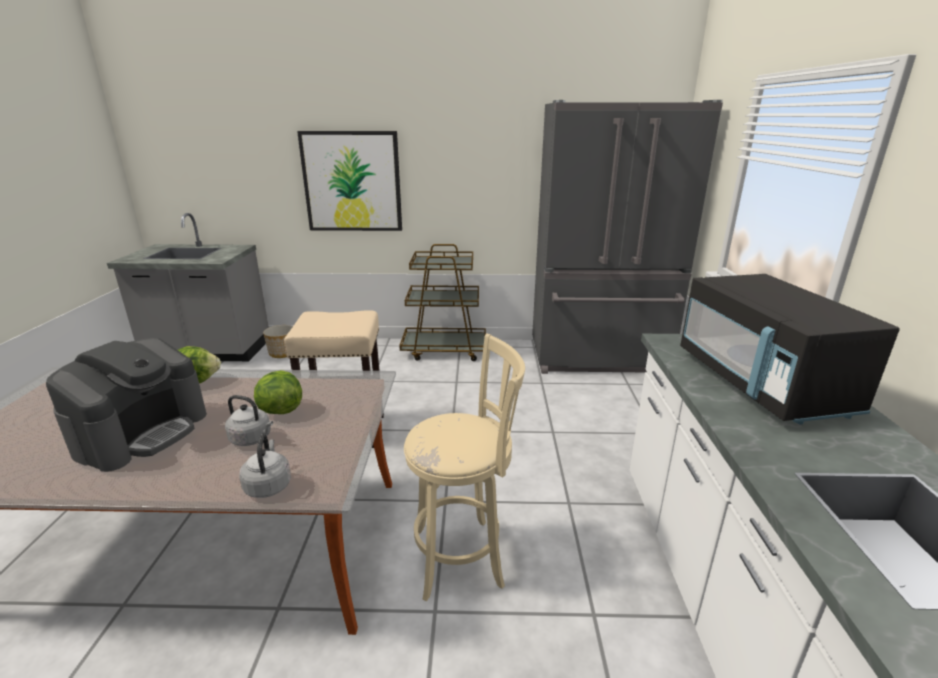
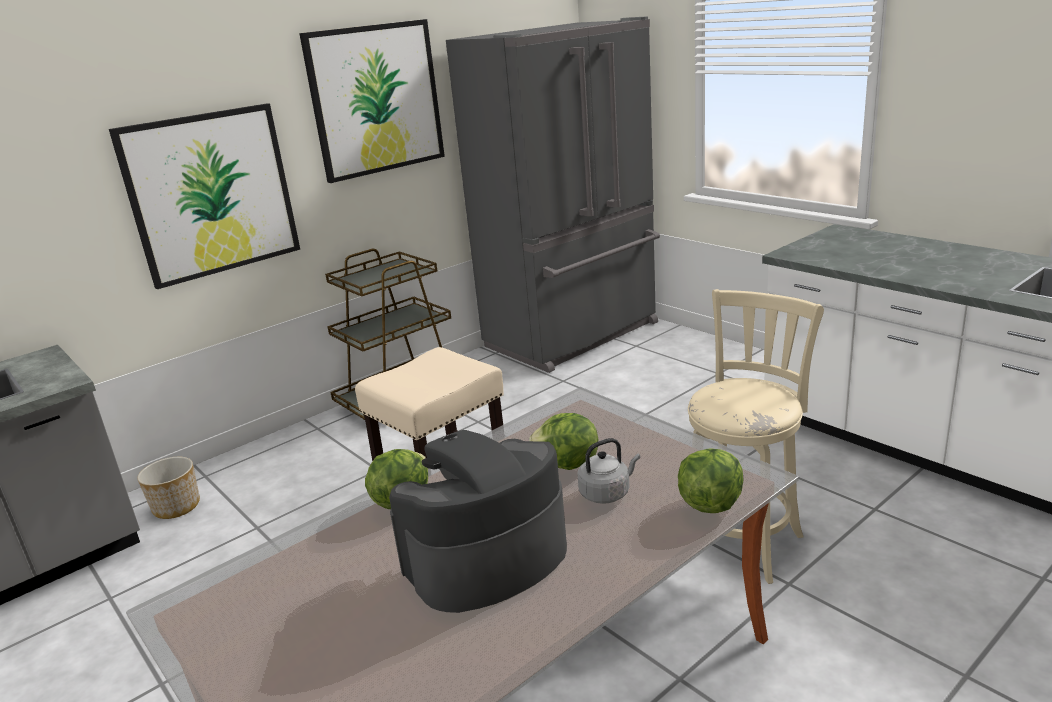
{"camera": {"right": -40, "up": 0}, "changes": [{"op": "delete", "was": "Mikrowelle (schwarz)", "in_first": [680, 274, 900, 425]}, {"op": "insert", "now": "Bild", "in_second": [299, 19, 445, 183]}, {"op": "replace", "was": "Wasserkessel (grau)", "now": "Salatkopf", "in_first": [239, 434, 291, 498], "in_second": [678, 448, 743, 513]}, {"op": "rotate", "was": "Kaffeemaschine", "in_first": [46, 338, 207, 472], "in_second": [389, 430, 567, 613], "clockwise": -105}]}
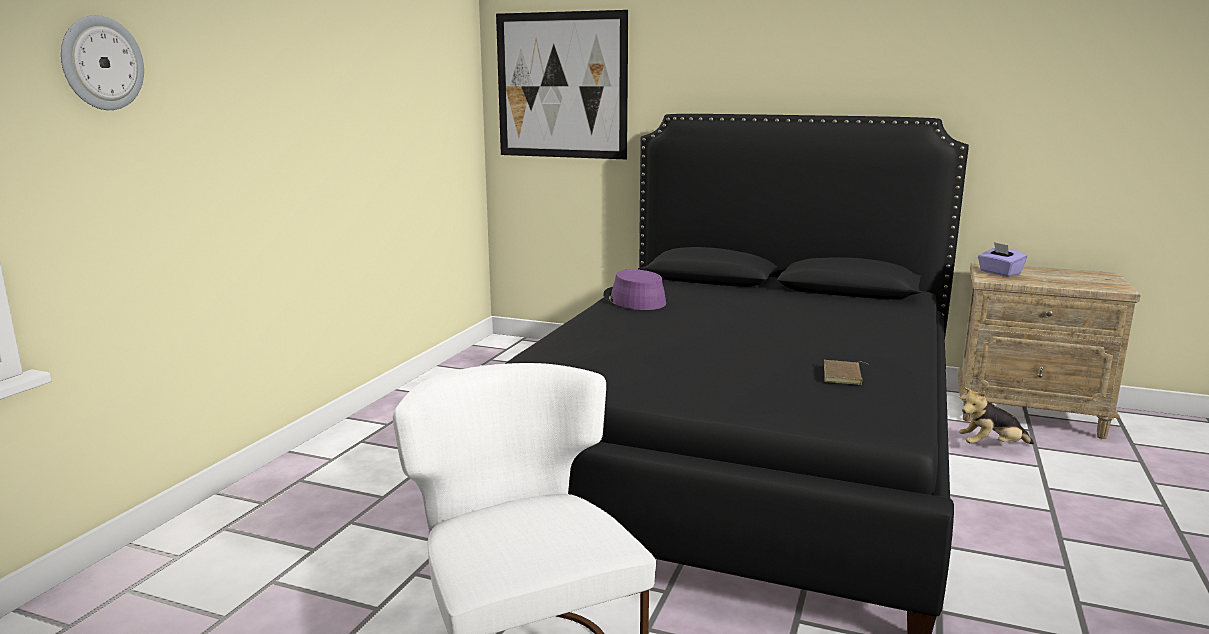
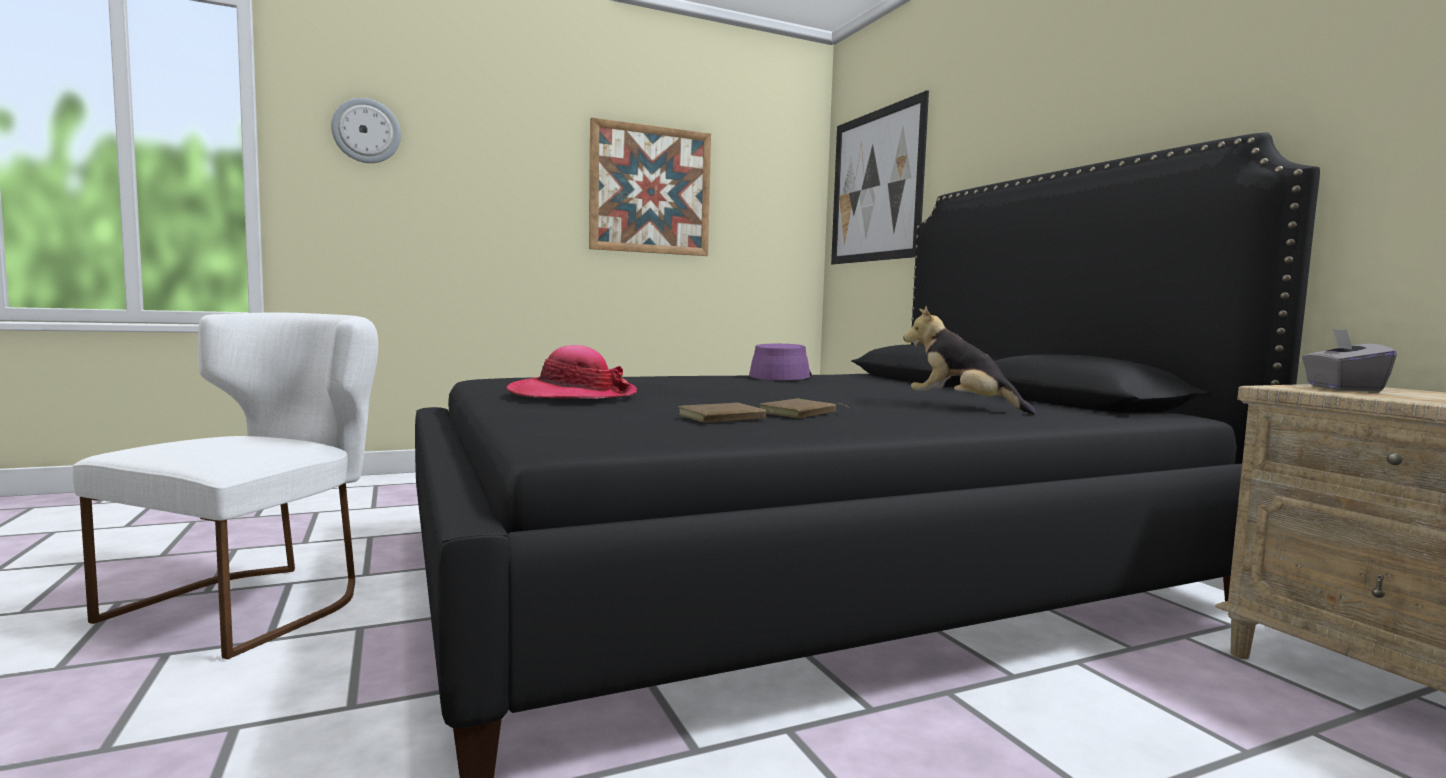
{"camera": {"right": 45, "up": -10}, "changes": [{"op": "insert", "now": "Hut", "in_second": [506, 345, 637, 399]}, {"op": "insert", "now": "Bild", "in_second": [589, 117, 711, 256]}, {"op": "insert", "now": "Buch (braun)", "in_second": [760, 399, 849, 418]}, {"op": "move", "was": "Plüschtier", "in_first": [959, 387, 1034, 444], "in_second": [903, 306, 1036, 414]}, {"op": "recolor", "was": "Taschentuchbox (lila)", "now": "Taschentuchbox (grau)", "in_first": [978, 242, 1027, 277], "in_second": [1302, 329, 1397, 391]}]}
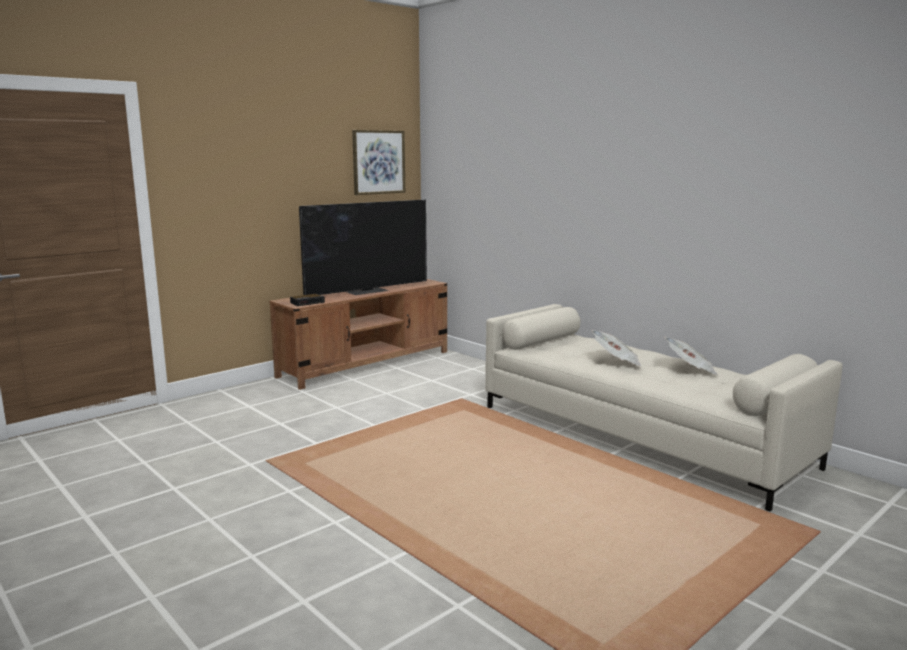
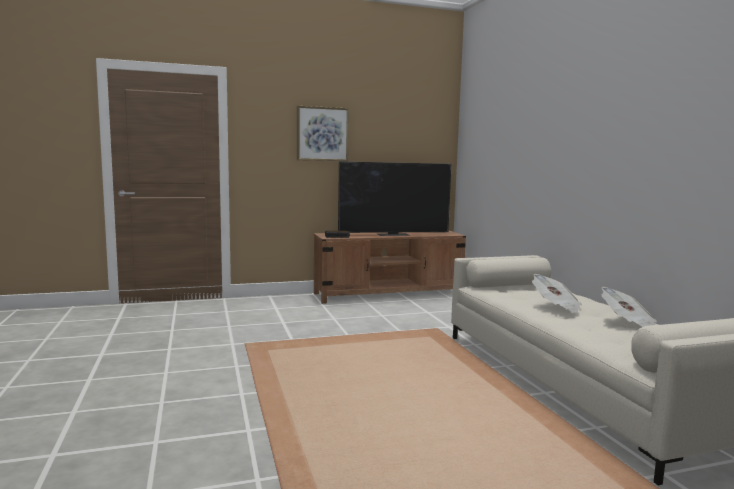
{"camera": {"right": 25, "up": -5}, "changes": [{"op": "move", "was": "Bild", "in_first": [352, 130, 405, 195], "in_second": [297, 106, 349, 161]}]}
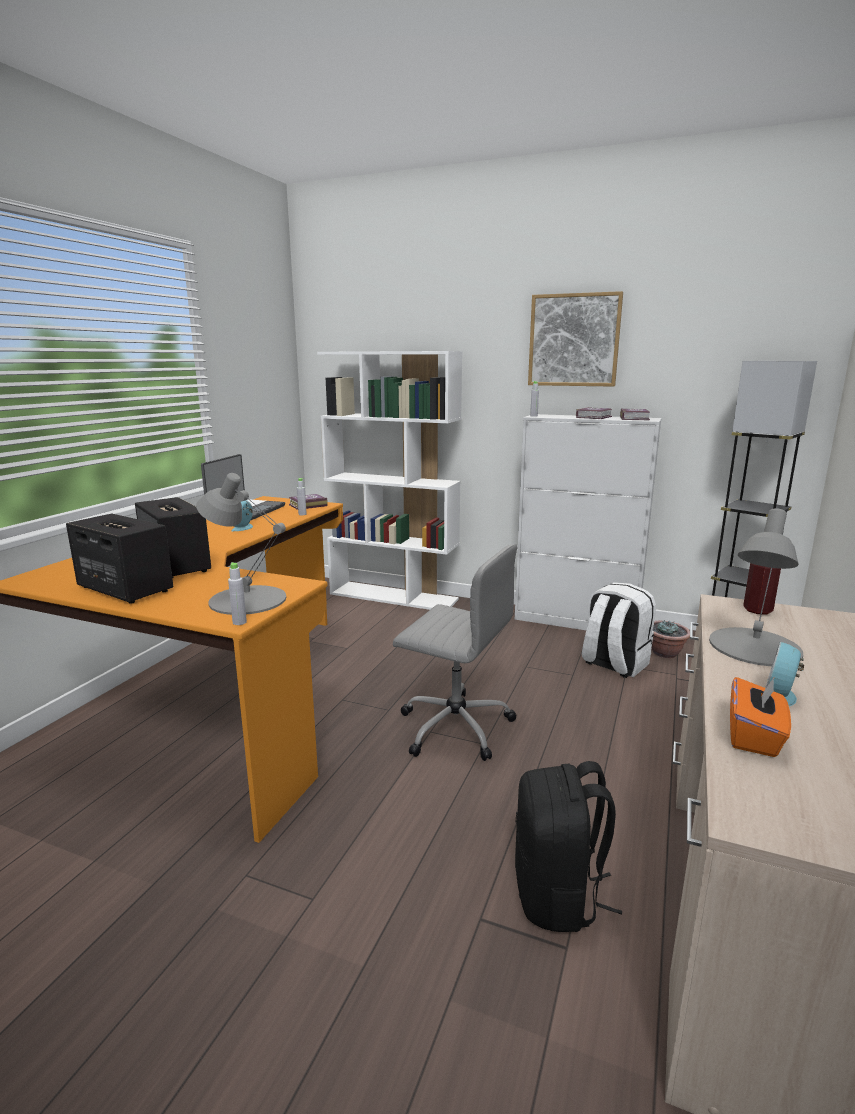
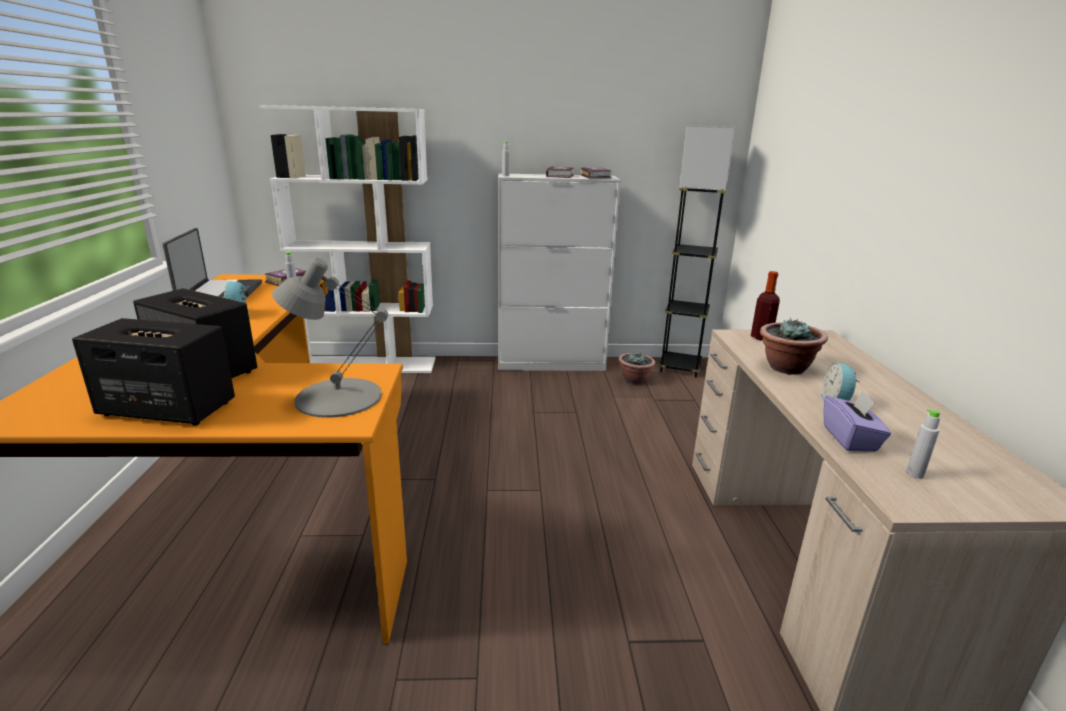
{"camera": {"right": -25, "up": 5}, "changes": [{"op": "delete", "was": "Bürostuhl (grau)", "in_first": [393, 544, 518, 761]}, {"op": "delete", "was": "Rucksack (schwarz)", "in_first": [515, 761, 622, 932]}, {"op": "delete", "was": "Bild", "in_first": [528, 291, 623, 387]}, {"op": "delete", "was": "Rucksack (weiß)", "in_first": [582, 582, 656, 678]}, {"op": "move", "was": "Flasche (grau)", "in_first": [228, 562, 247, 625], "in_second": [906, 409, 940, 479]}, {"op": "replace", "was": "Tischlampe (grau)", "now": "Topfpflanze", "in_first": [709, 508, 803, 666], "in_second": [760, 318, 828, 375]}, {"op": "recolor", "was": "Taschentuchbox (orange)", "now": "Taschentuchbox (lila)", "in_first": [730, 676, 791, 757], "in_second": [823, 391, 891, 452]}]}
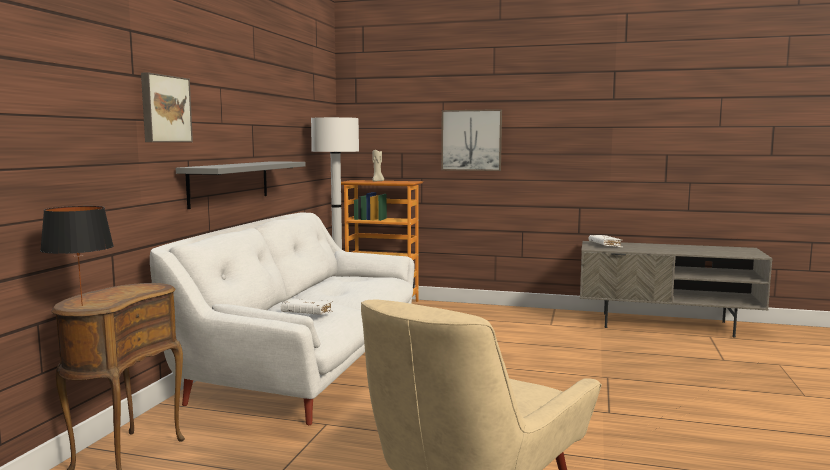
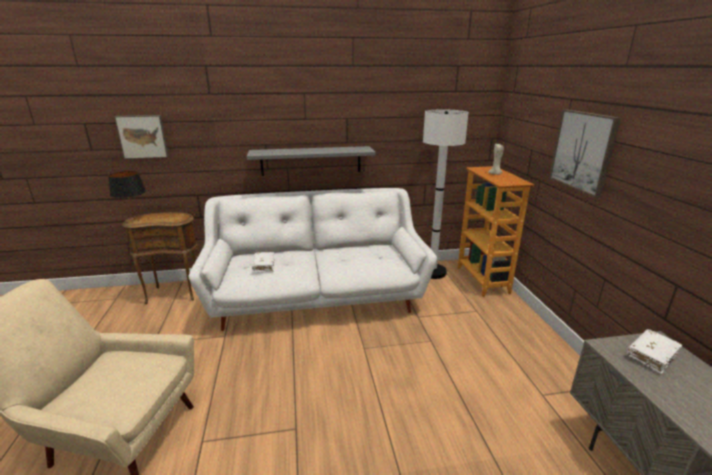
{"camera": {"right": 65, "up": 15}, "changes": [{"op": "move", "was": "Bild", "in_first": [141, 72, 193, 142], "in_second": [114, 115, 169, 159]}]}
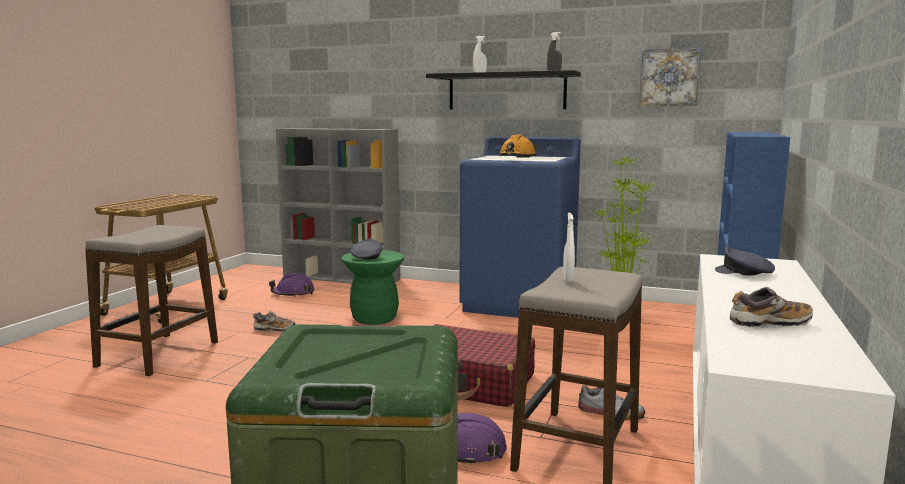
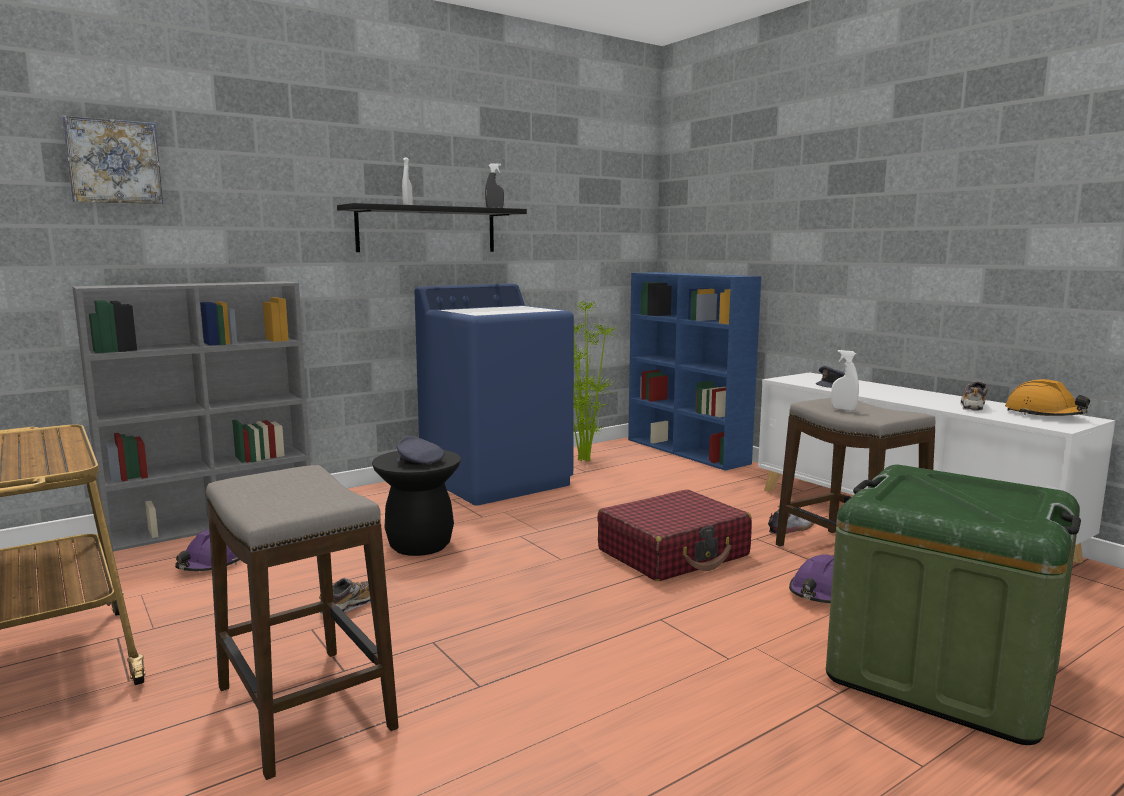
{"camera": {"right": -55, "up": 0}, "changes": [{"op": "move", "was": "Schutzhelm (orange)", "in_first": [498, 134, 537, 158], "in_second": [1005, 379, 1090, 416]}, {"op": "move", "was": "Bild", "in_first": [639, 48, 701, 106], "in_second": [62, 115, 163, 204]}, {"op": "recolor", "was": "Hocker (grün)", "now": "Hocker (schwarz)", "in_first": [341, 250, 405, 325], "in_second": [372, 450, 461, 556]}]}
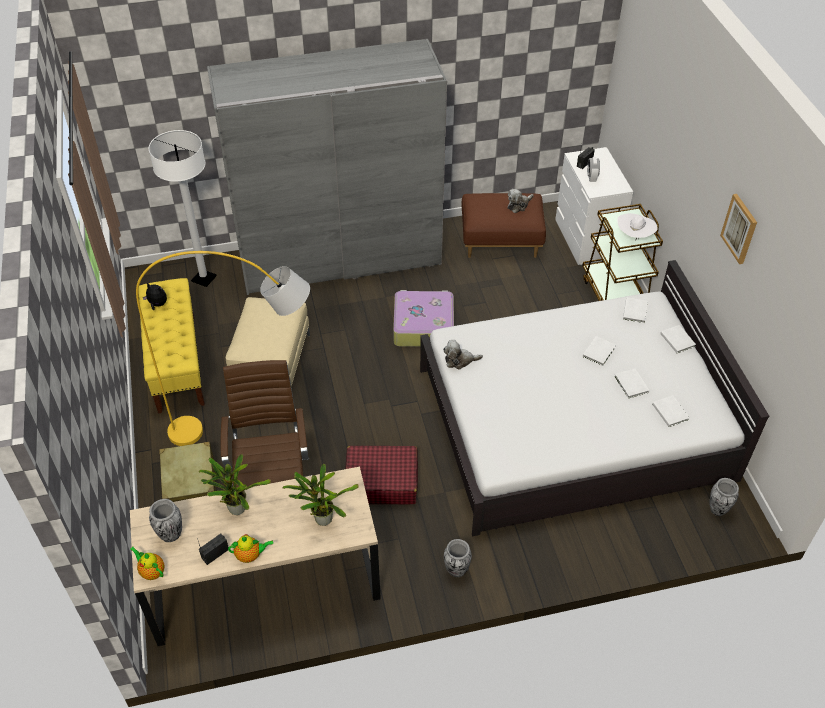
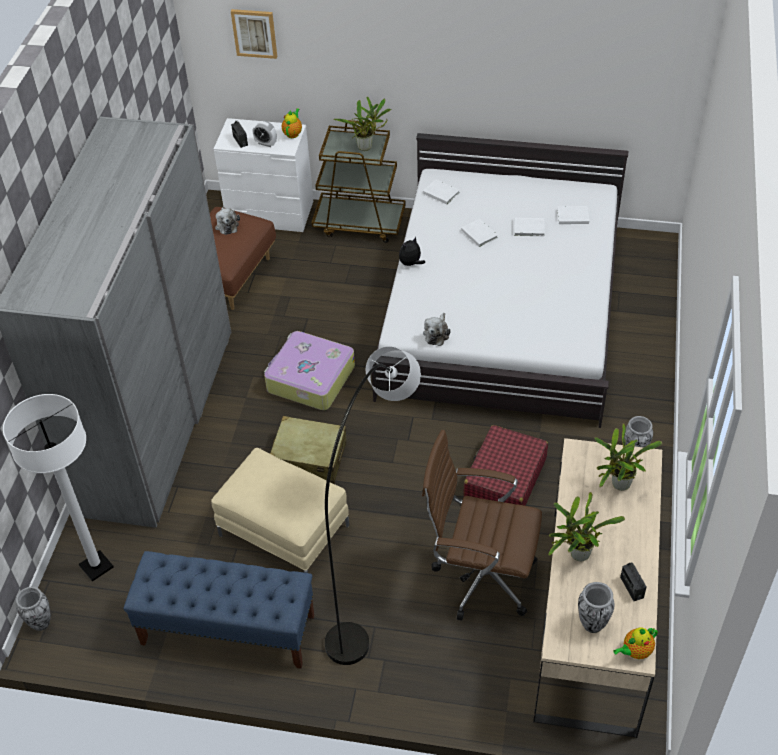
{"camera": {"right": -65, "up": 0}, "changes": [{"op": "delete", "was": "Buch (weiß)", "in_first": [660, 325, 696, 353]}, {"op": "move", "was": "Plüschtier", "in_first": [143, 283, 167, 310], "in_second": [399, 236, 425, 266]}, {"op": "move", "was": "Koffer (beige)", "in_first": [159, 442, 216, 502], "in_second": [270, 416, 346, 484]}, {"op": "move", "was": "Teekanne", "in_first": [228, 534, 273, 563], "in_second": [282, 108, 302, 138]}, {"op": "move", "was": "Vase", "in_first": [709, 478, 739, 516], "in_second": [16, 587, 51, 631]}, {"op": "move", "was": "Bild", "in_first": [720, 194, 757, 264], "in_second": [231, 9, 277, 59]}, {"op": "replace", "was": "Hut (weiß)", "now": "Topfpflanze", "in_first": [617, 213, 658, 241], "in_second": [333, 97, 392, 151]}, {"op": "recolor", "was": "Stehlampe (gelb)", "now": "Stehlampe (grau)", "in_first": [136, 251, 310, 446], "in_second": [325, 346, 421, 665]}, {"op": "recolor", "was": "Bank (gelb)", "now": "Bank (blau)", "in_first": [138, 278, 205, 413], "in_second": [124, 551, 315, 669]}]}
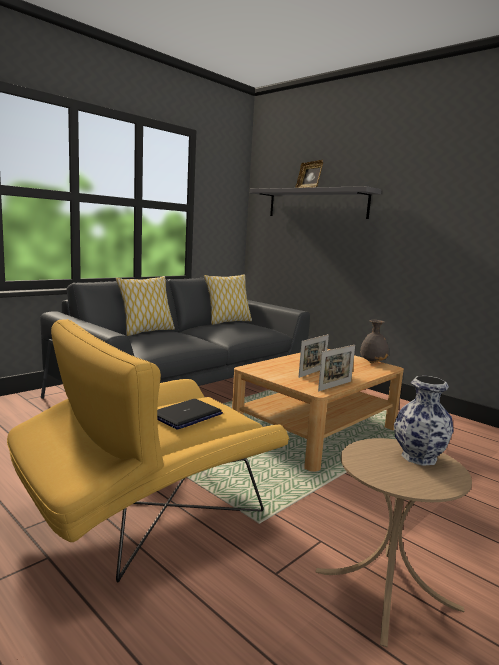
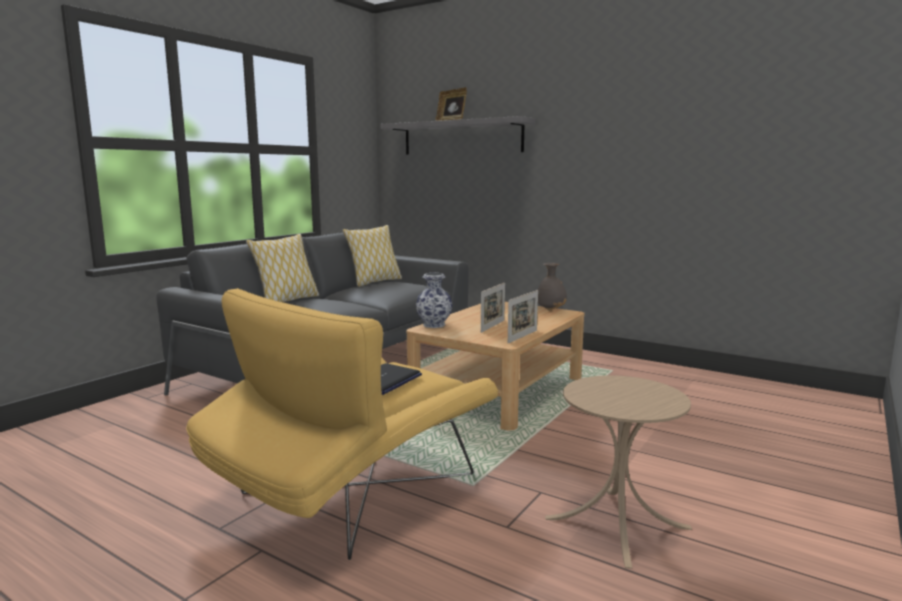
{"camera": {"right": -10, "up": 0}, "changes": [{"op": "move", "was": "Vase", "in_first": [394, 376, 454, 466], "in_second": [416, 273, 452, 328]}]}
